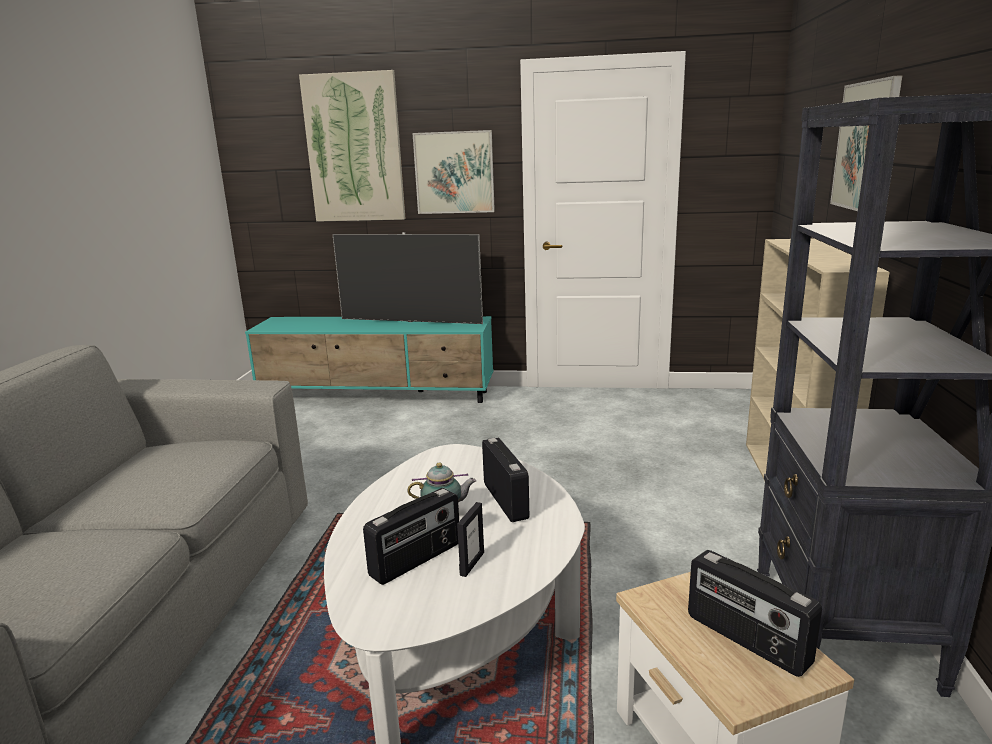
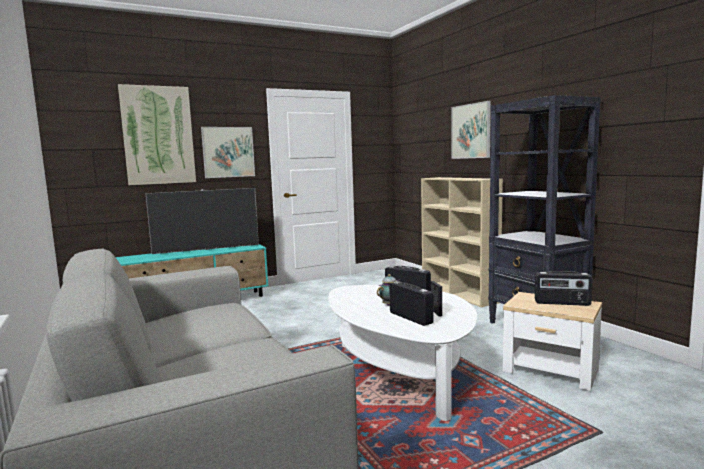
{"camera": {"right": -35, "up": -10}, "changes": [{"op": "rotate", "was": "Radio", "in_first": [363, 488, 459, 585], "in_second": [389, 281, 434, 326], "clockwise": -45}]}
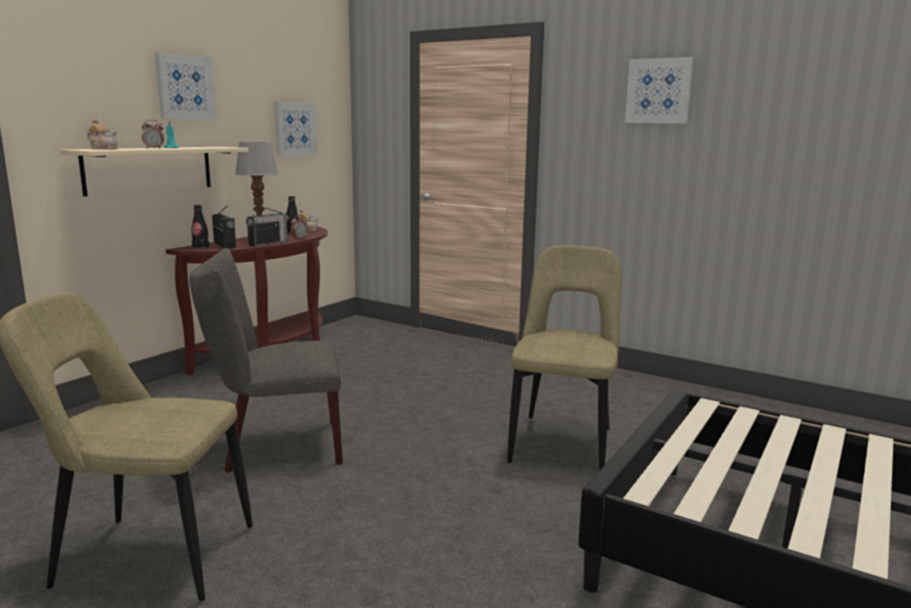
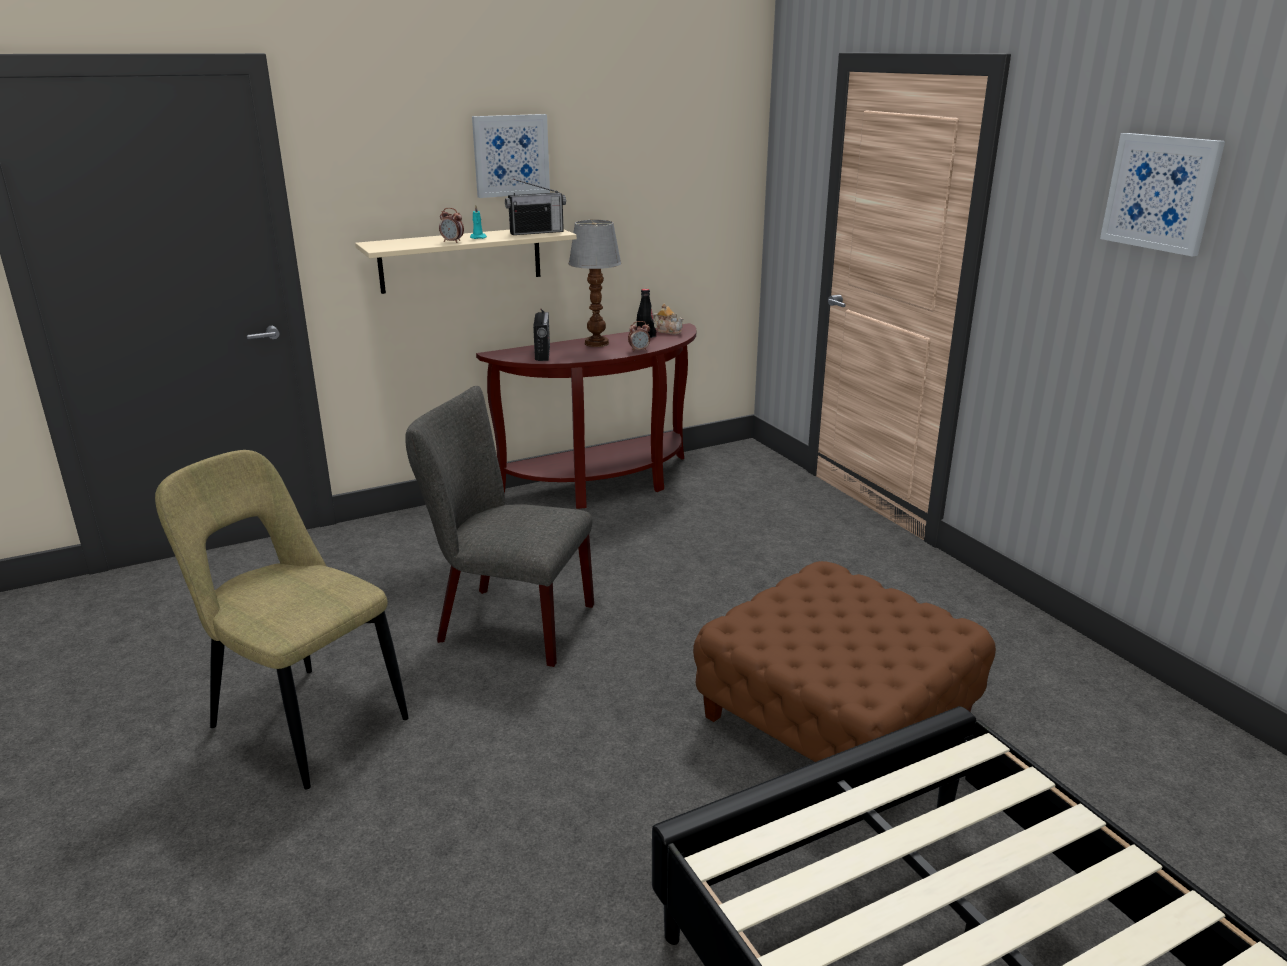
{"camera": {"right": 30, "up": 10}, "changes": [{"op": "delete", "was": "Teekanne", "in_first": [87, 119, 118, 150]}, {"op": "delete", "was": "Flasche (schwarz)", "in_first": [192, 205, 210, 249]}, {"op": "delete", "was": "Bild", "in_first": [274, 101, 317, 156]}, {"op": "move", "was": "Radio", "in_first": [246, 204, 289, 247], "in_second": [505, 179, 566, 235]}, {"op": "replace", "was": "Stuhl (beige)", "now": "Polsterhocker (braun)", "in_first": [507, 245, 622, 471], "in_second": [693, 561, 996, 762]}]}
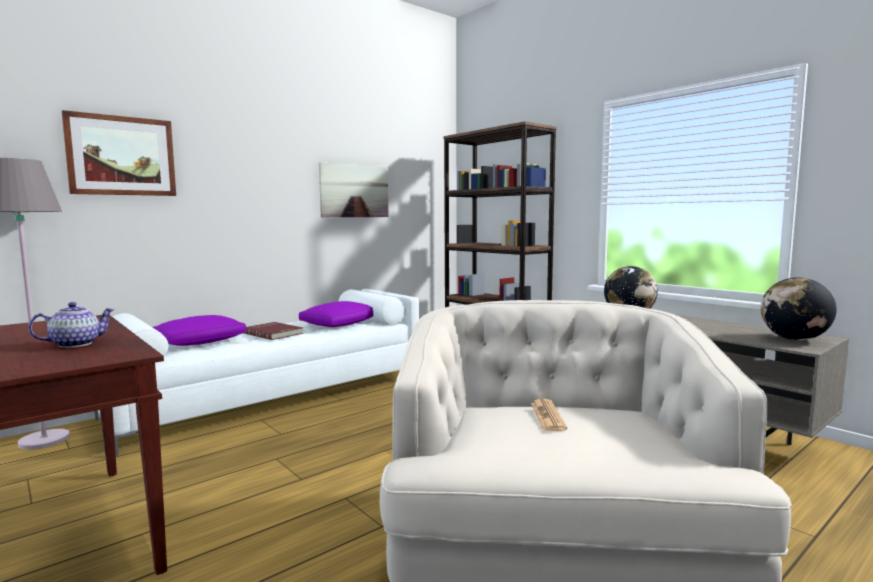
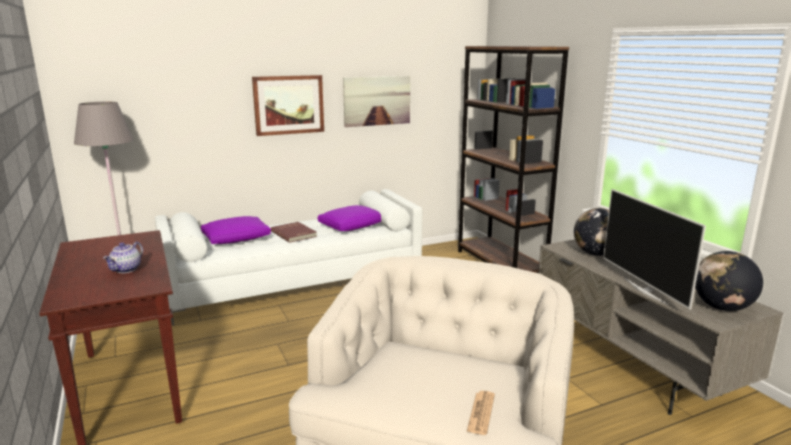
{"camera": {"right": 15, "up": 10}, "changes": [{"op": "insert", "now": "Fernseher", "in_second": [603, 189, 706, 309]}, {"op": "move", "was": "Bild", "in_first": [62, 110, 176, 196], "in_second": [252, 75, 324, 136]}, {"op": "move", "was": "Zeitung", "in_first": [531, 399, 567, 431], "in_second": [467, 391, 495, 435]}, {"op": "rotate", "was": "Teekanne", "in_first": [28, 302, 115, 348], "in_second": [103, 242, 143, 273], "clockwise": 135}]}
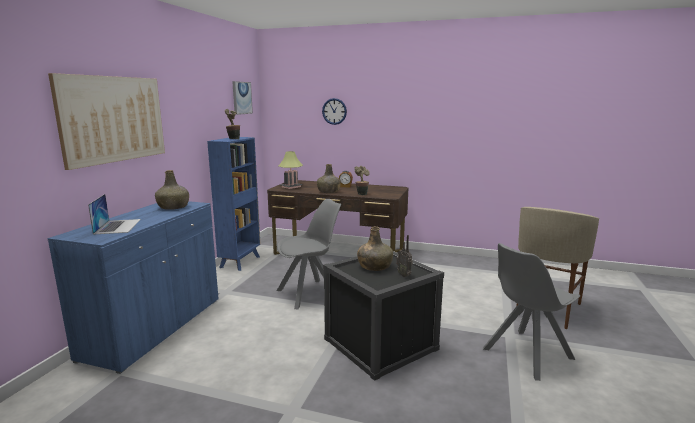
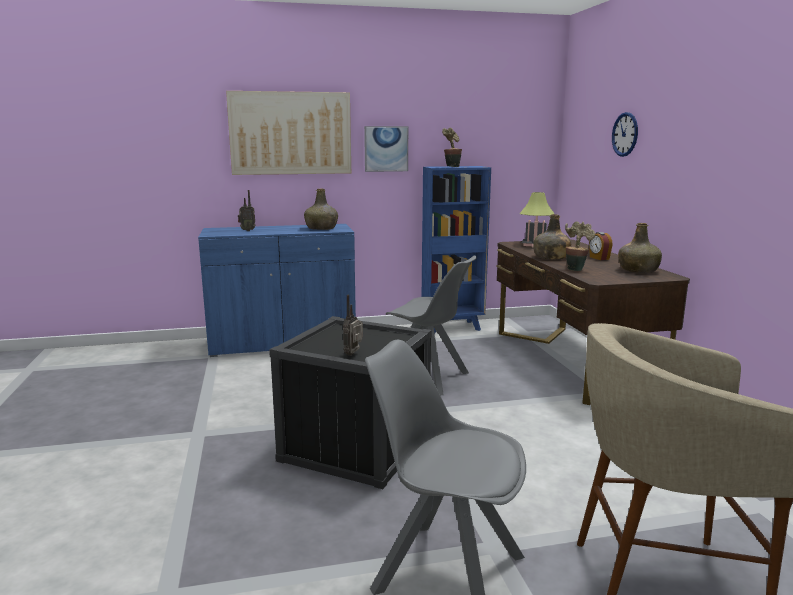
{"camera": {"right": 60, "up": 0}, "changes": [{"op": "move", "was": "Bild", "in_first": [232, 81, 253, 115], "in_second": [364, 126, 408, 172]}, {"op": "move", "was": "Flasche (grün)", "in_first": [357, 226, 393, 271], "in_second": [618, 223, 662, 273]}, {"op": "replace", "was": "Laptop", "now": "Radio", "in_first": [88, 194, 141, 235], "in_second": [238, 190, 256, 231]}]}
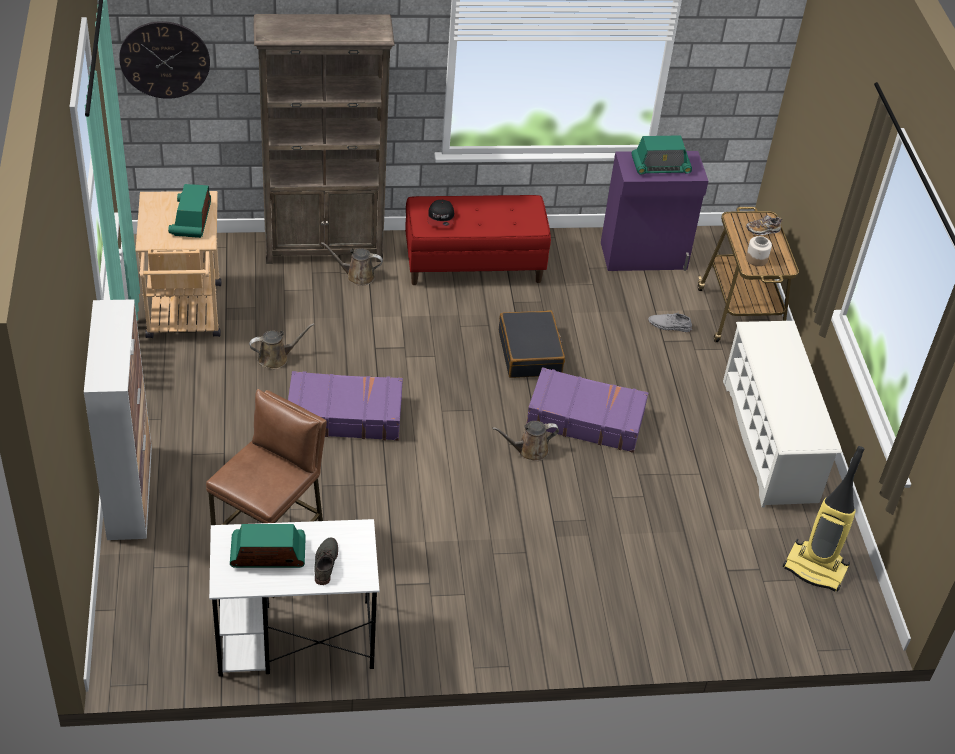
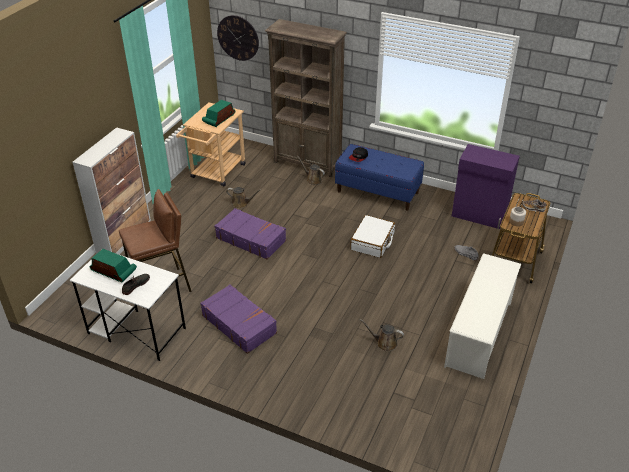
{"camera": {"right": 35, "up": -5}, "changes": [{"op": "delete", "was": "Radio", "in_first": [631, 135, 692, 175]}, {"op": "delete", "was": "Staubsauger", "in_first": [783, 446, 865, 591]}, {"op": "move", "was": "Gießkanne (braun)", "in_first": [492, 421, 559, 461], "in_second": [360, 319, 404, 352]}, {"op": "move", "was": "Koffer (lila)", "in_first": [526, 367, 649, 453], "in_second": [200, 284, 277, 354]}, {"op": "recolor", "was": "Bank (rot)", "now": "Bank (blau)", "in_first": [405, 195, 551, 285], "in_second": [335, 144, 424, 211]}, {"op": "recolor", "was": "Koffer (schwarz)", "now": "Koffer (weiß)", "in_first": [499, 310, 565, 378], "in_second": [350, 215, 395, 258]}]}
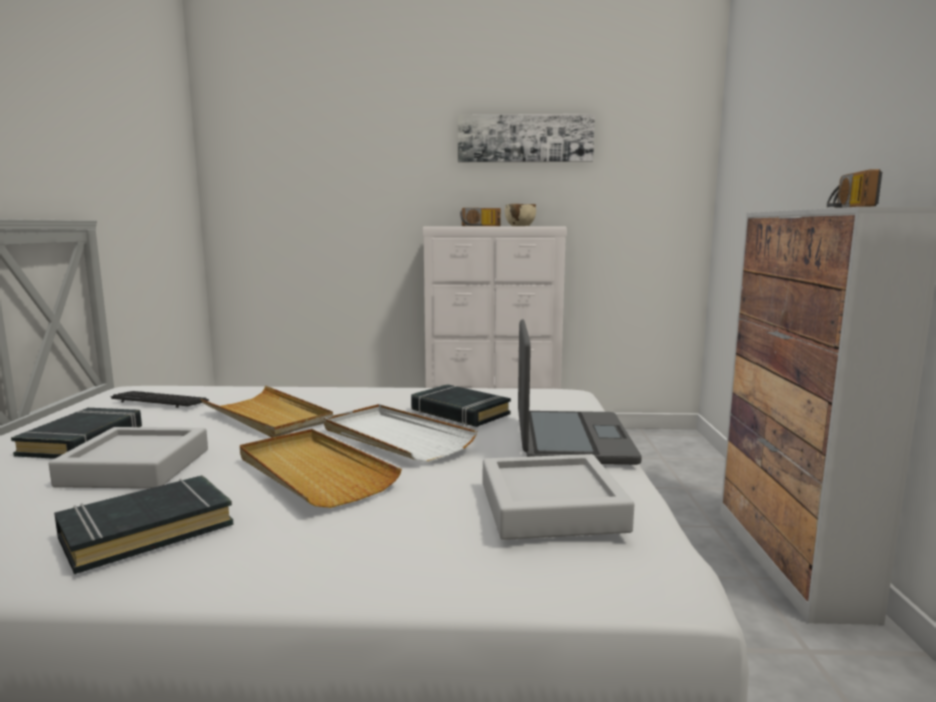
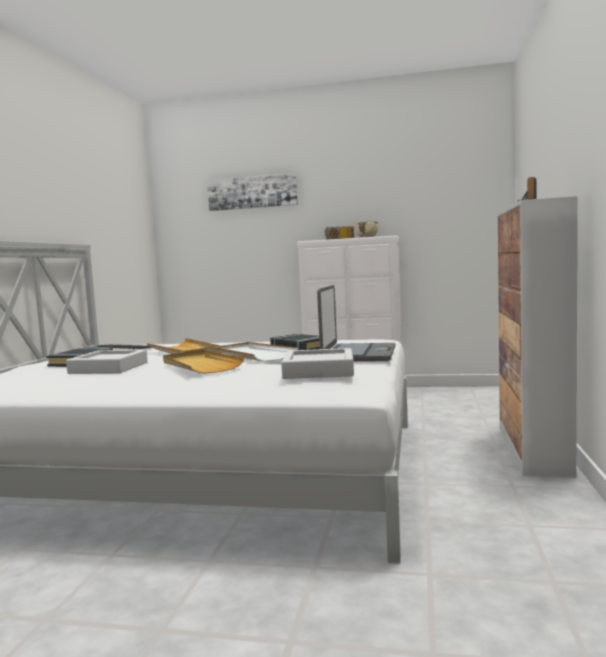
{"camera": {"right": 10, "up": -5}, "changes": [{"op": "delete", "was": "Buch (schwarz)", "in_first": [54, 475, 234, 574]}, {"op": "move", "was": "Bild", "in_first": [458, 114, 595, 162], "in_second": [207, 173, 298, 211]}]}
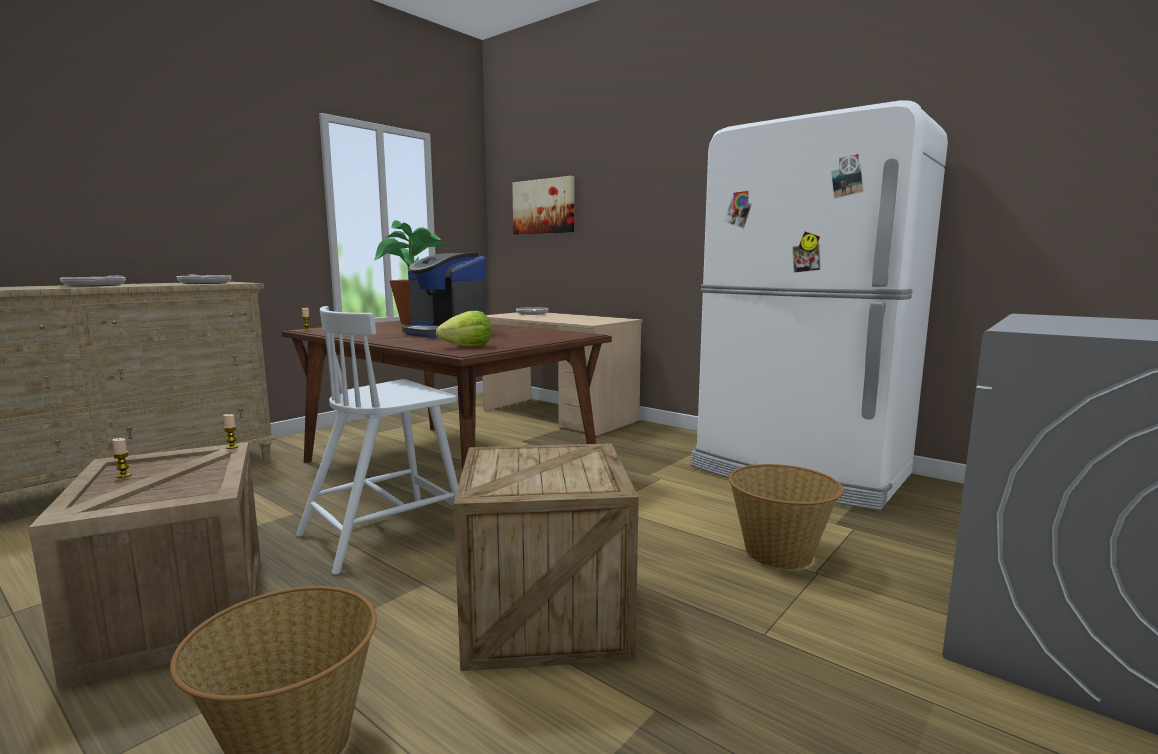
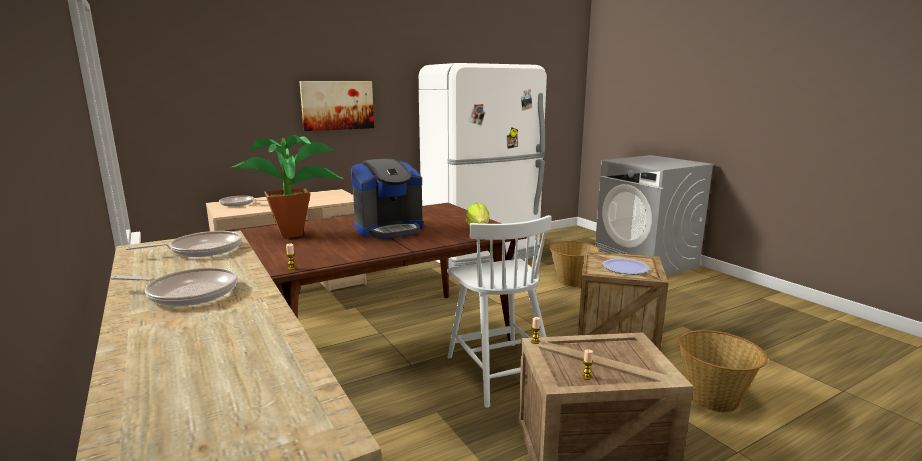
{"camera": {"right": -70, "up": 5}, "changes": [{"op": "insert", "now": "Teller", "in_second": [602, 258, 650, 274]}, {"op": "move", "was": "Bild", "in_first": [512, 176, 574, 234], "in_second": [299, 81, 374, 131]}]}
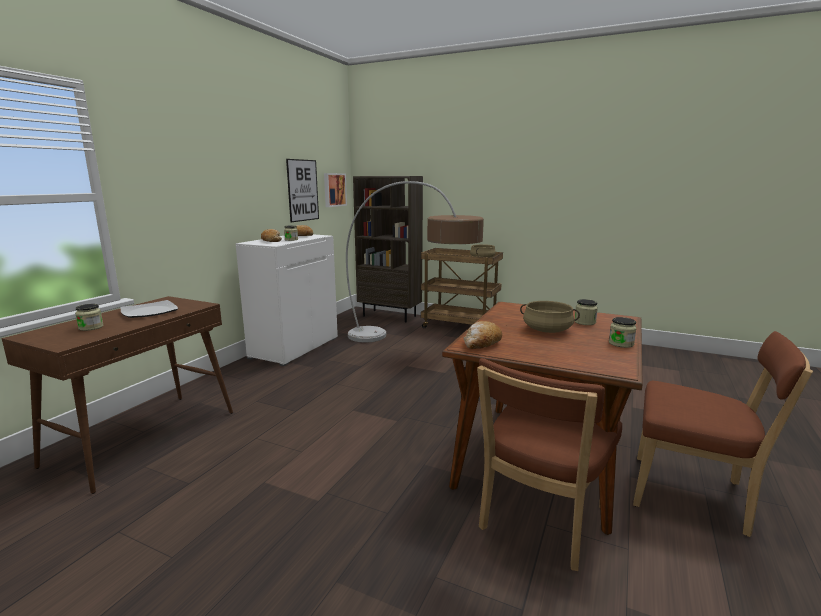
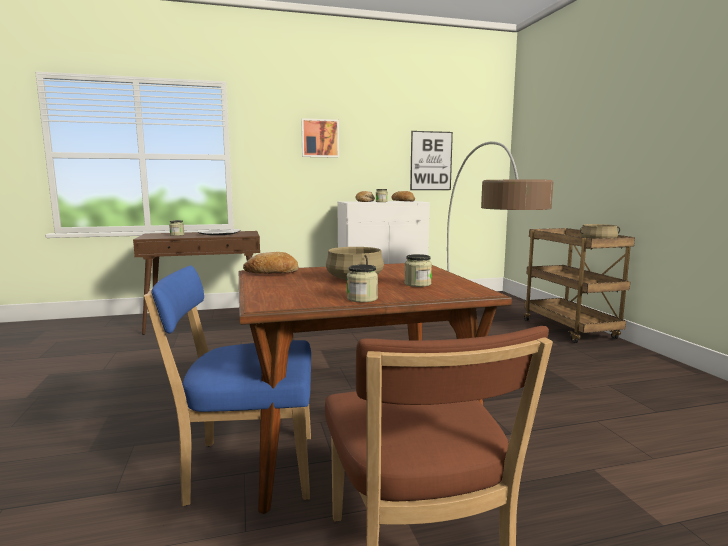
{"camera": {"right": 50, "up": -5}, "changes": [{"op": "delete", "was": "Bücherregal (braun)", "in_first": [353, 176, 423, 322]}, {"op": "move", "was": "Bild", "in_first": [324, 173, 347, 207], "in_second": [301, 118, 339, 158]}, {"op": "recolor", "was": "Stuhl (braun)", "now": "Stuhl (blau)", "in_first": [477, 358, 622, 571], "in_second": [144, 266, 311, 506]}]}
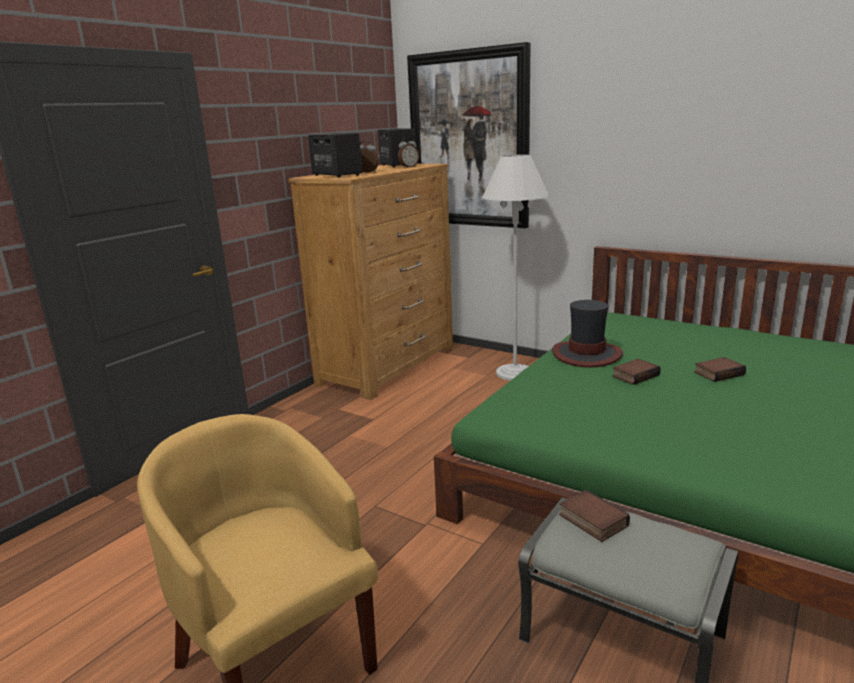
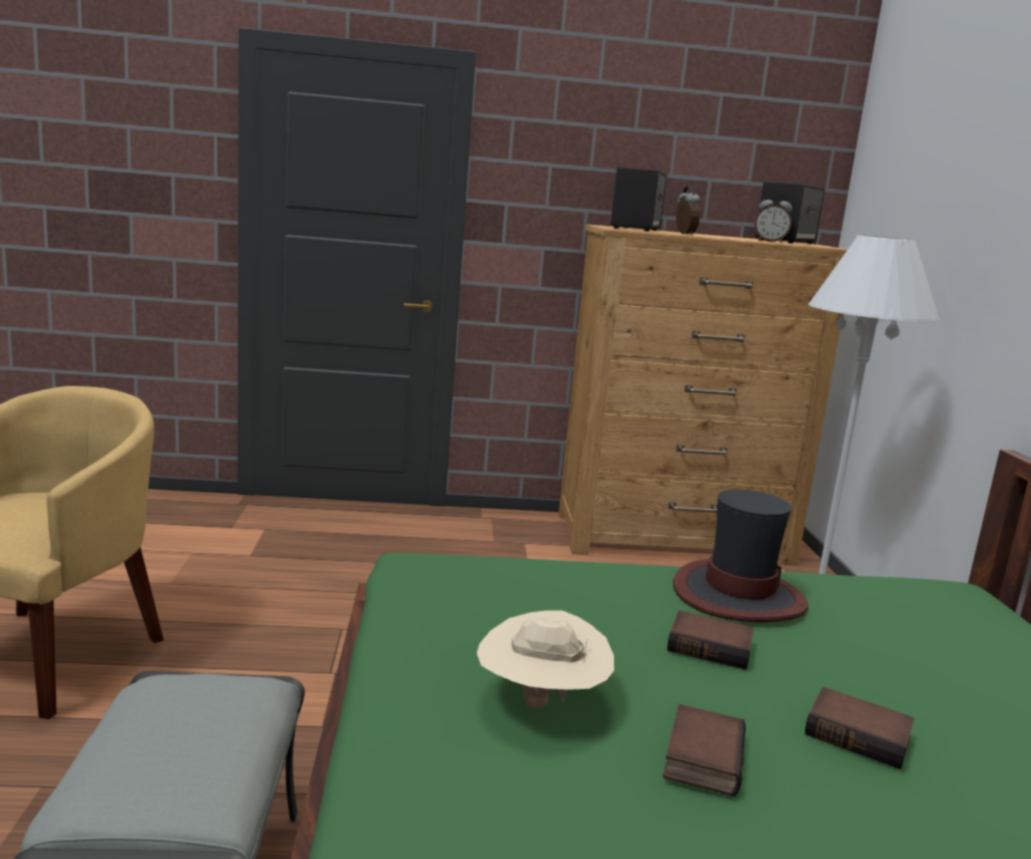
{"camera": {"right": 50, "up": -5}, "changes": [{"op": "delete", "was": "Bild", "in_first": [407, 42, 531, 228]}, {"op": "insert", "now": "Hut (beige)", "in_second": [477, 610, 614, 708]}, {"op": "move", "was": "Buch", "in_first": [559, 490, 630, 542], "in_second": [663, 704, 746, 797]}]}
